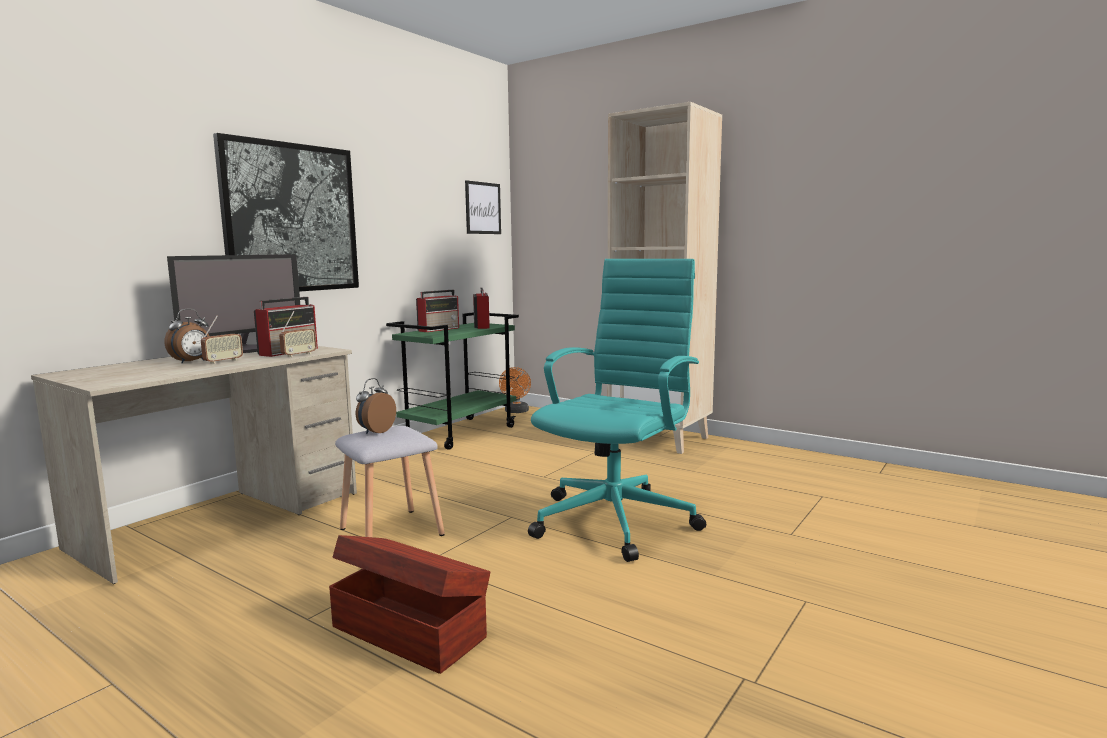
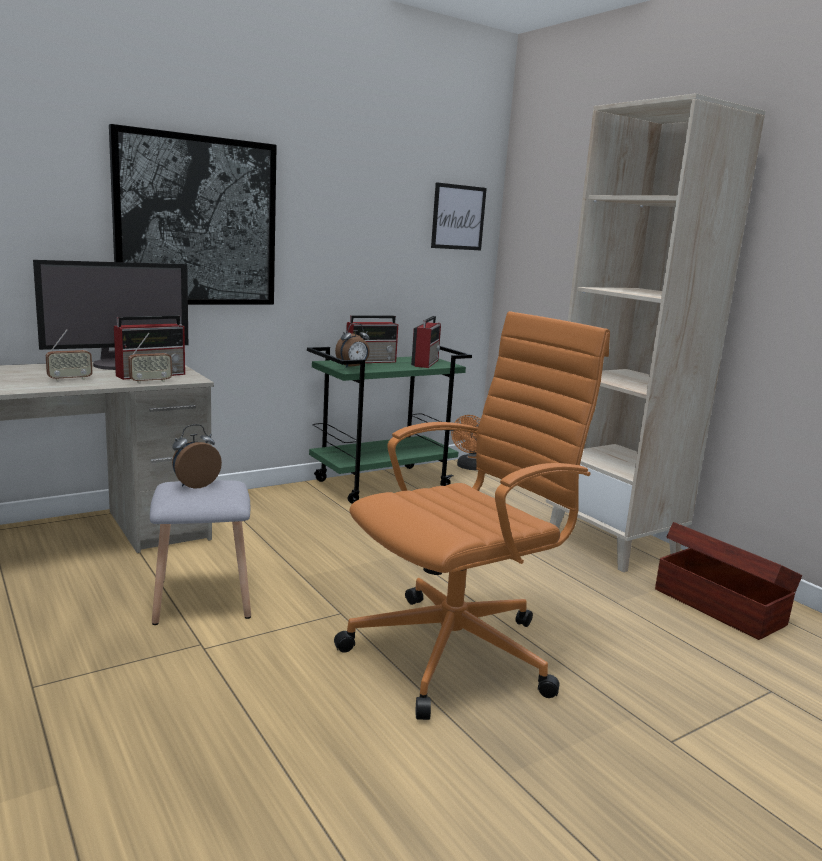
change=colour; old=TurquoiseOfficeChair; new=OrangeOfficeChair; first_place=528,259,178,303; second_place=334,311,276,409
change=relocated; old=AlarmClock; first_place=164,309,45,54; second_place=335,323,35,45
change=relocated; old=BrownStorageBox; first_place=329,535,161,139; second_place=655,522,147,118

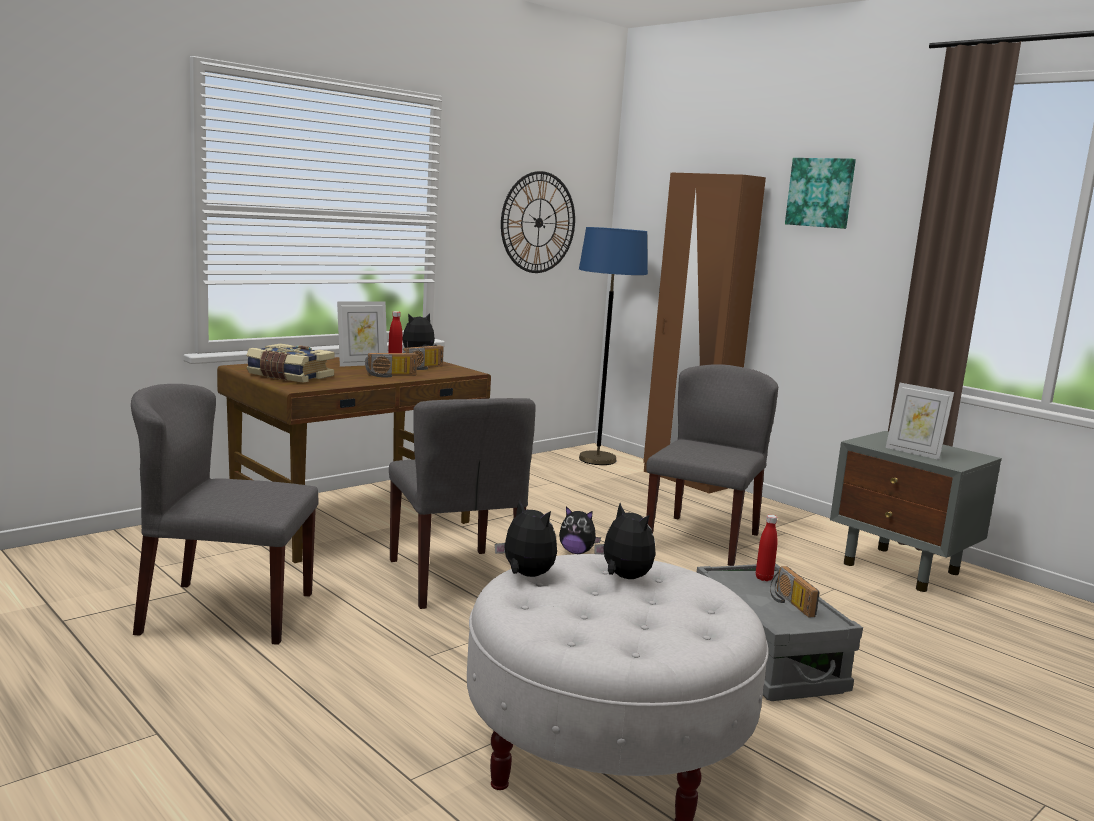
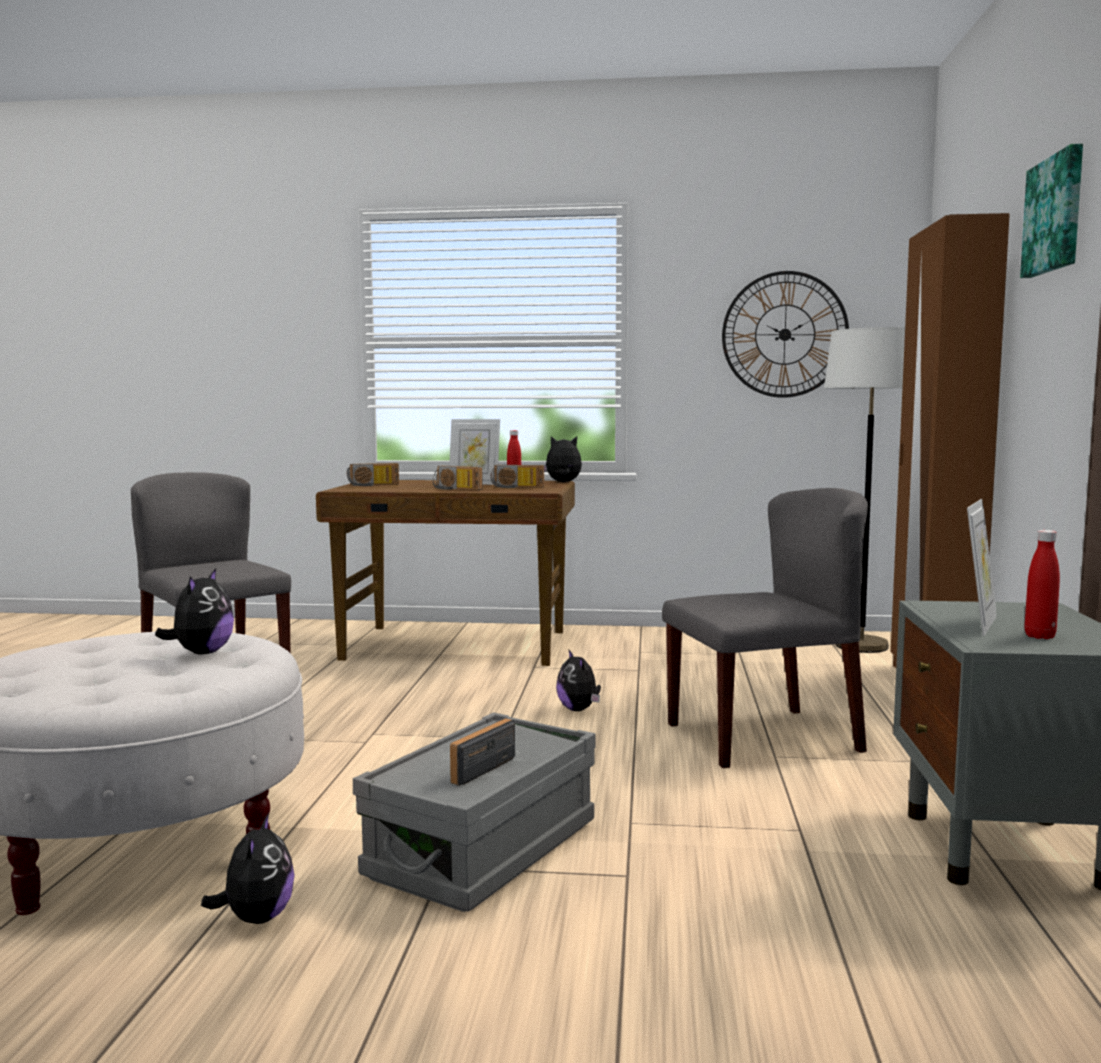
change=relocated; old=PlushToy; first_place=495,500,62,77; second_place=201,813,93,111
change=exchanged; old=Book; new=Radio; first_place=246,344,89,39; second_place=346,463,53,23
change=colour; old=BlueFloorLamp; new=WhiteFloorLamp; first_place=579,227,69,238; second_place=824,327,81,326
change=spun; old=PictureFrame; first_place=886,383,68,77; second_place=967,499,30,137; degrees=-150
change=relocated; old=RedBottle; first_place=756,515,21,66; second_place=1025,530,35,109
change=missing; old=GreyChair; first_place=389,398,147,211

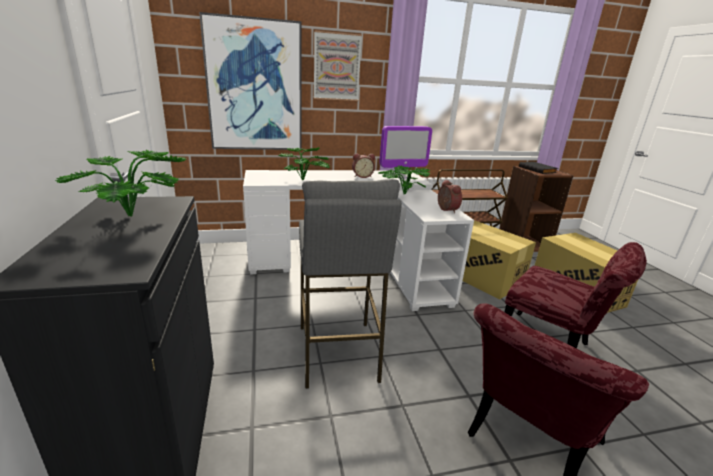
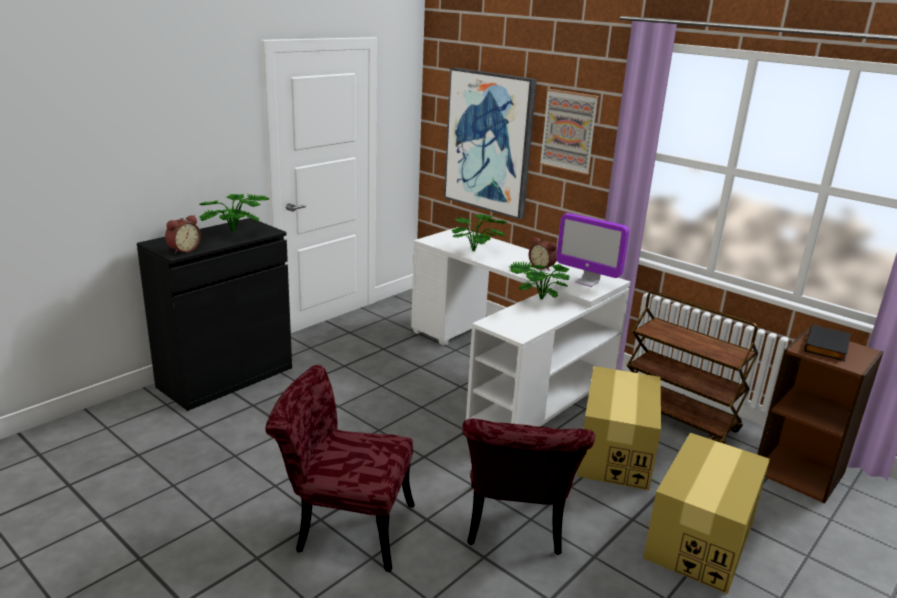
change=relocated; old=AlarmClock; first_place=438,180,24,33; second_place=165,215,36,39
change=missing; old=GreyStool; first_place=299,179,103,210

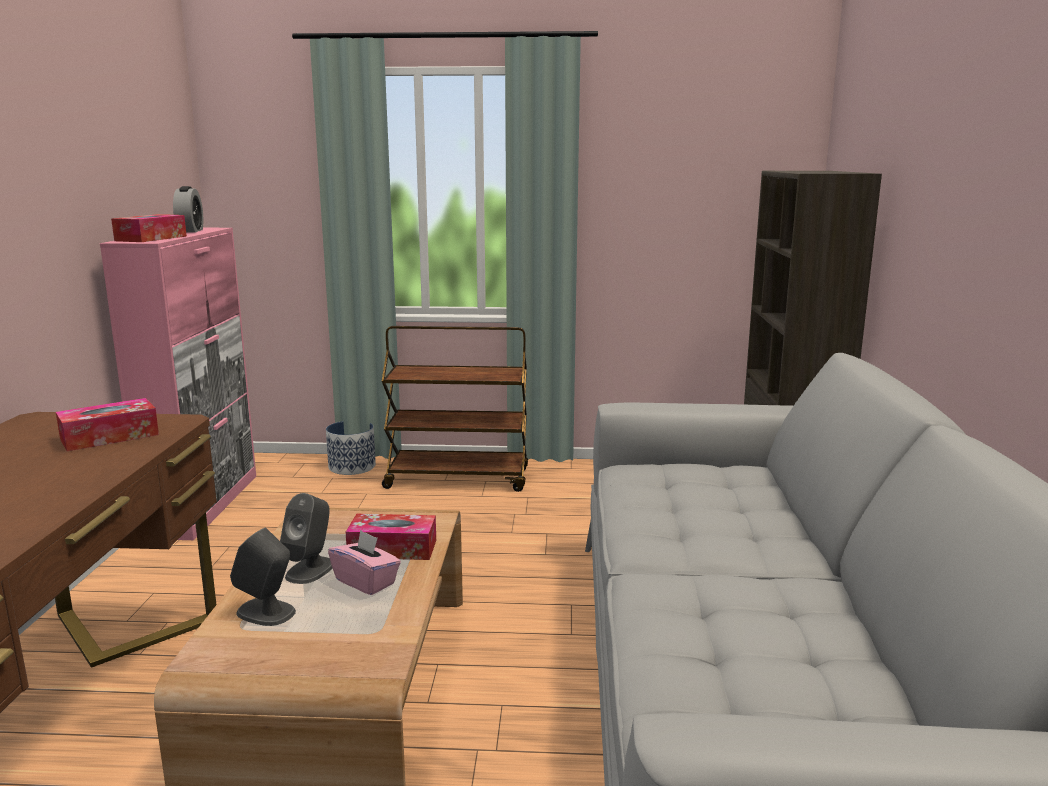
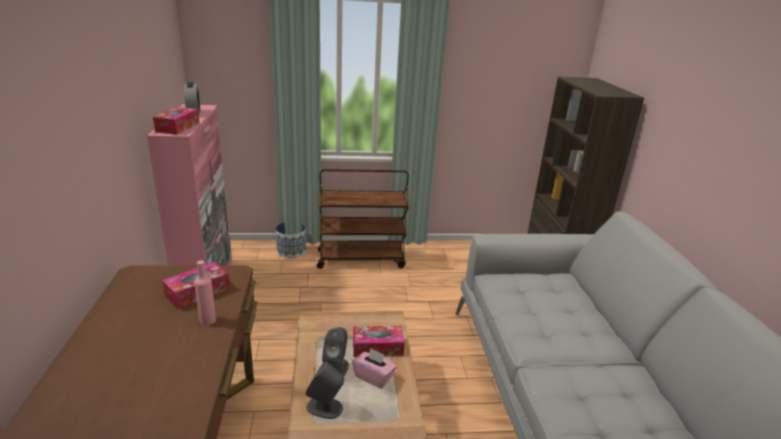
change=appeared; new=PinkBottle; second_place=194,260,22,65

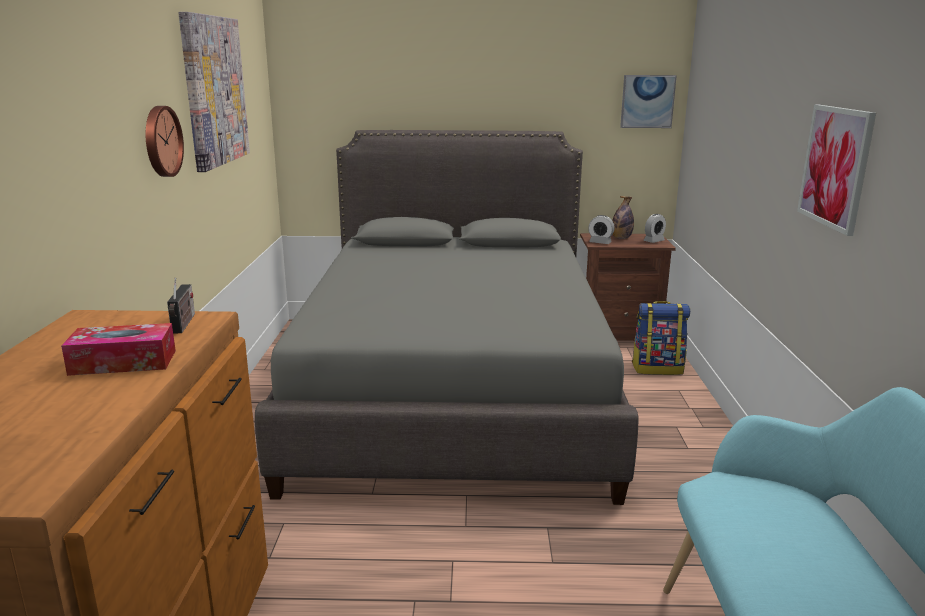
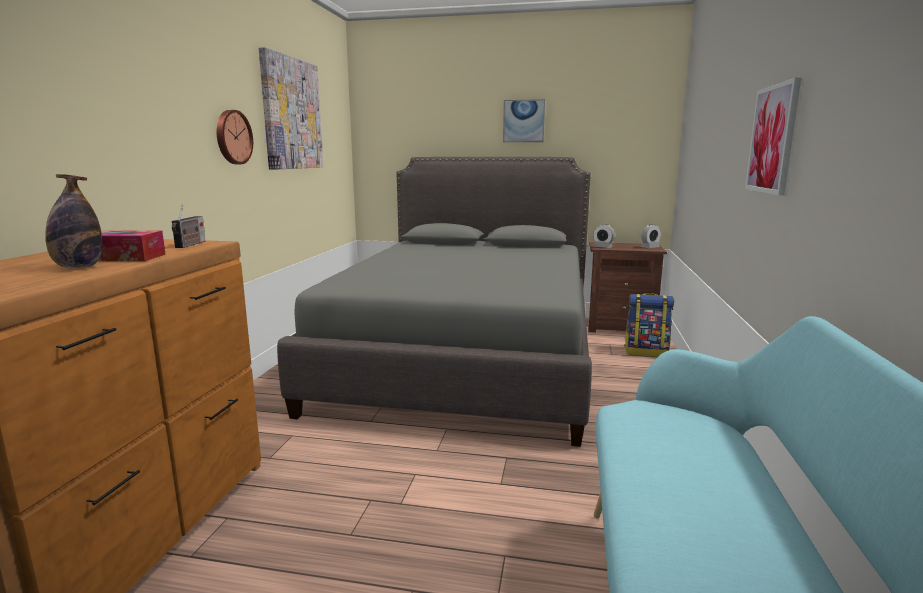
change=relocated; old=Bottle; first_place=612,196,22,43; second_place=45,174,57,94
change=relocated; old=Picture; first_place=620,75,57,53; second_place=503,99,42,43

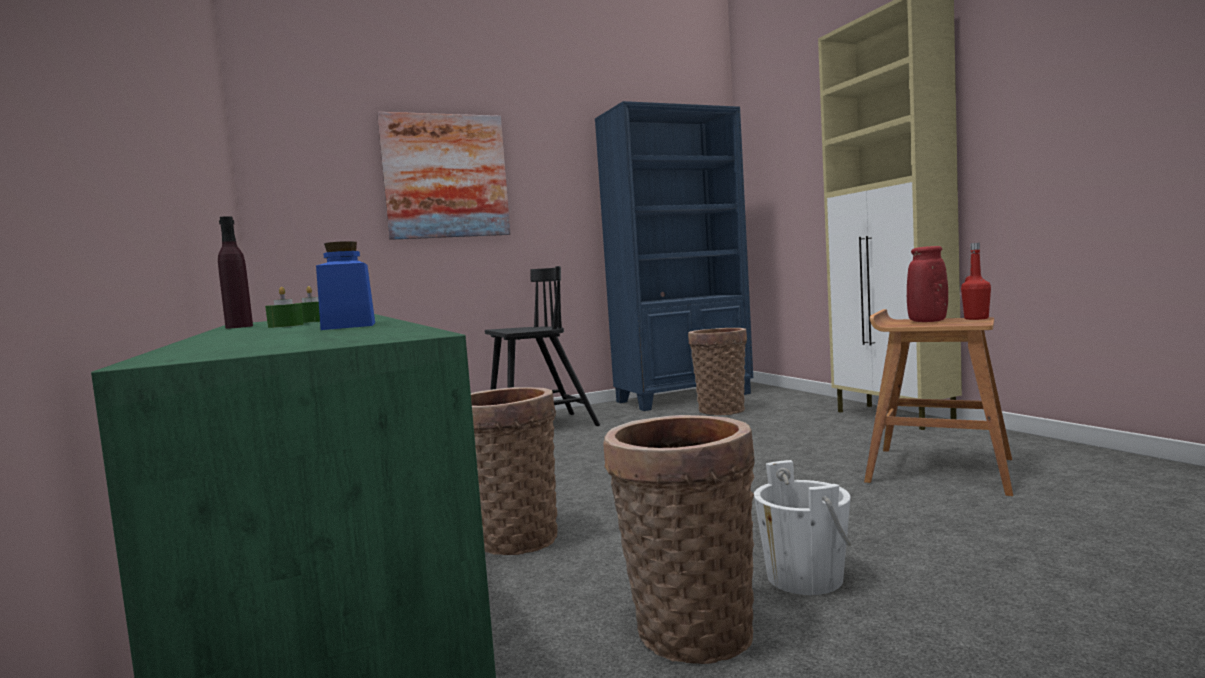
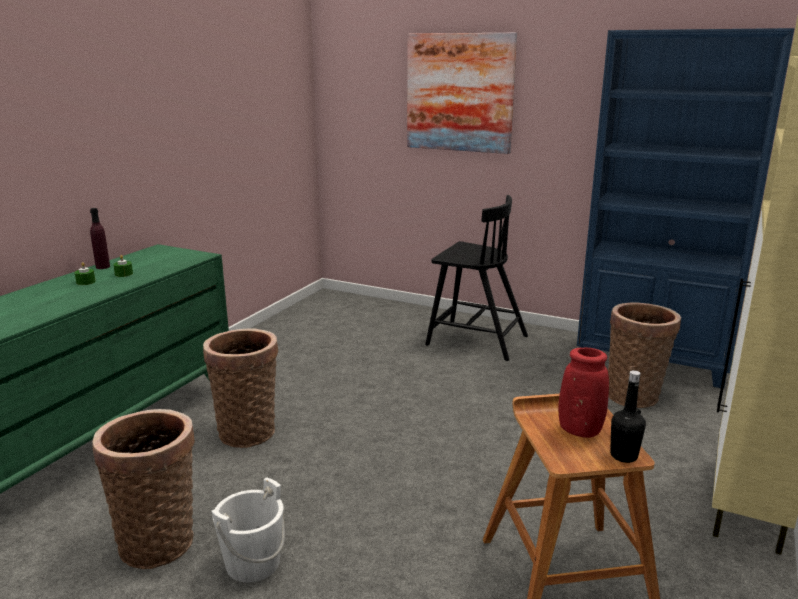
change=colour; old=RedBottle; new=BlackBottle; first_place=961,243,30,77; second_place=610,370,36,93
change=missing; old=BlueJar; first_place=316,241,59,89

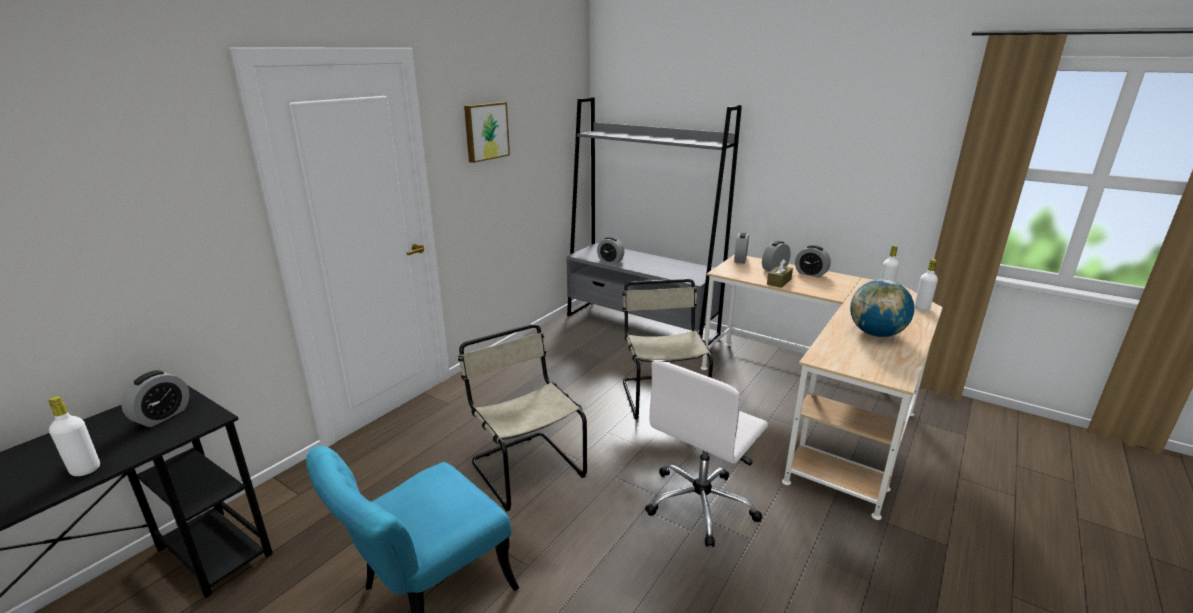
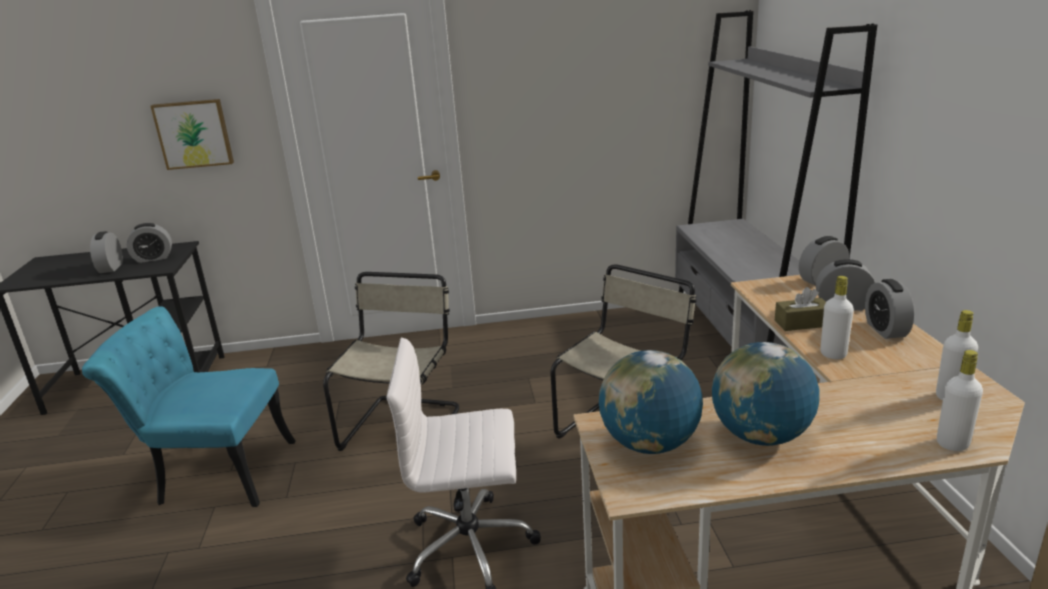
change=relocated; old=AlarmClock; first_place=597,237,27,27; second_place=90,231,33,42
change=relocated; old=Picture; first_place=464,102,46,61; second_place=151,99,83,71
change=appeared; new=Globe; second_place=599,350,104,104
change=relocated; old=WhiteBottle; first_place=48,396,52,80; second_place=820,276,34,83

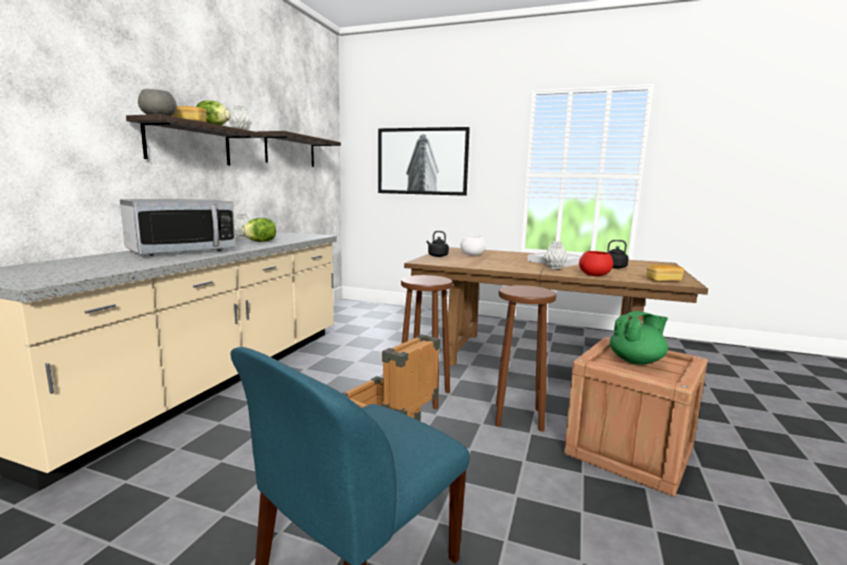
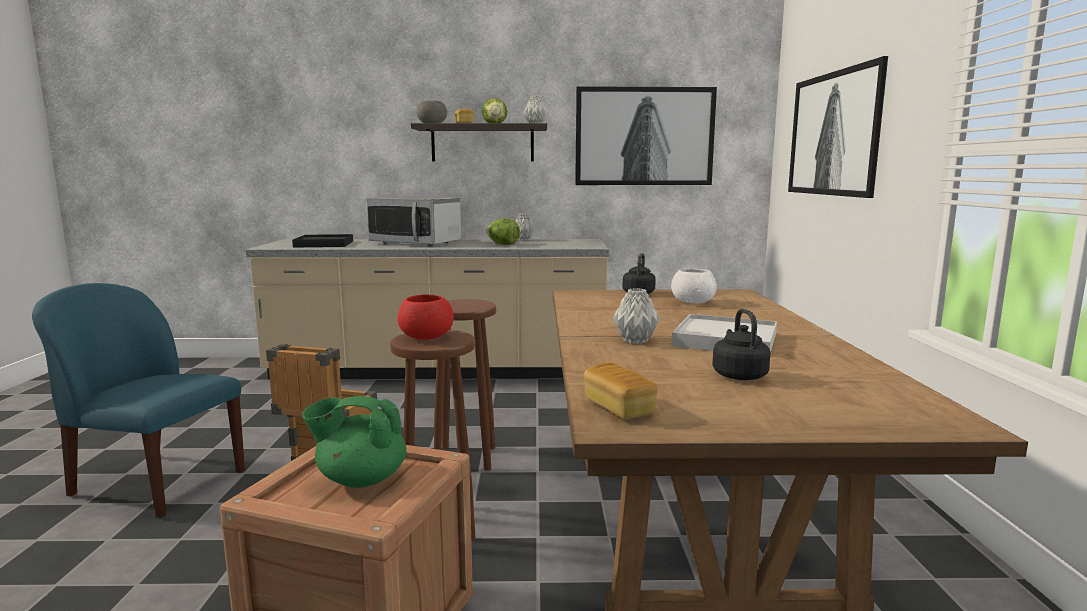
change=appeared; new=BlackTray; second_place=292,234,61,14
change=spun; old=GreenTeapot; first_place=610,311,58,54; second_place=302,396,105,92; degrees=135
change=relocated; old=RedBowl; first_place=579,251,34,25; second_place=397,295,57,45
change=exchanged; old=Shelf; new=Picture; first_place=257,131,84,36; second_place=575,86,142,99

